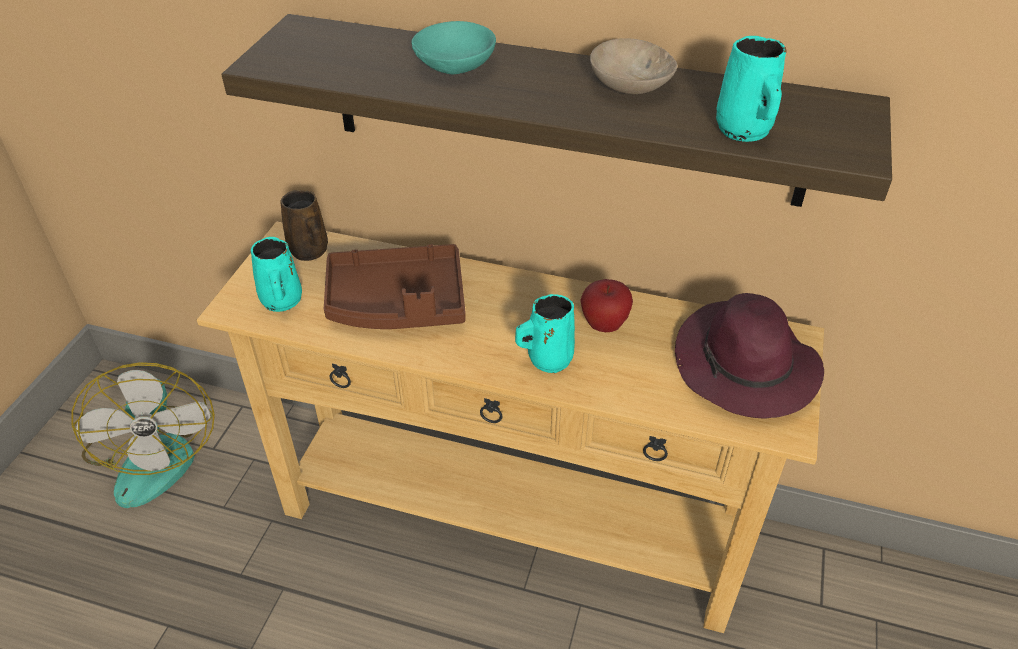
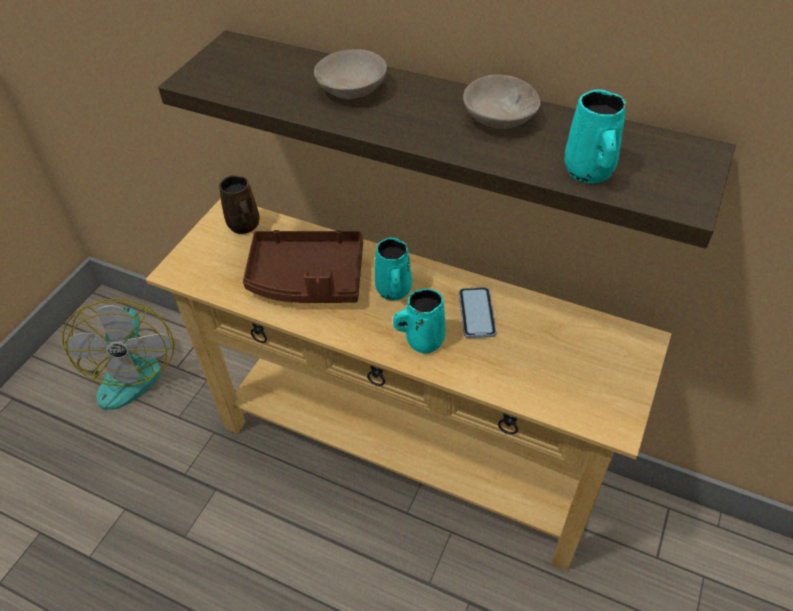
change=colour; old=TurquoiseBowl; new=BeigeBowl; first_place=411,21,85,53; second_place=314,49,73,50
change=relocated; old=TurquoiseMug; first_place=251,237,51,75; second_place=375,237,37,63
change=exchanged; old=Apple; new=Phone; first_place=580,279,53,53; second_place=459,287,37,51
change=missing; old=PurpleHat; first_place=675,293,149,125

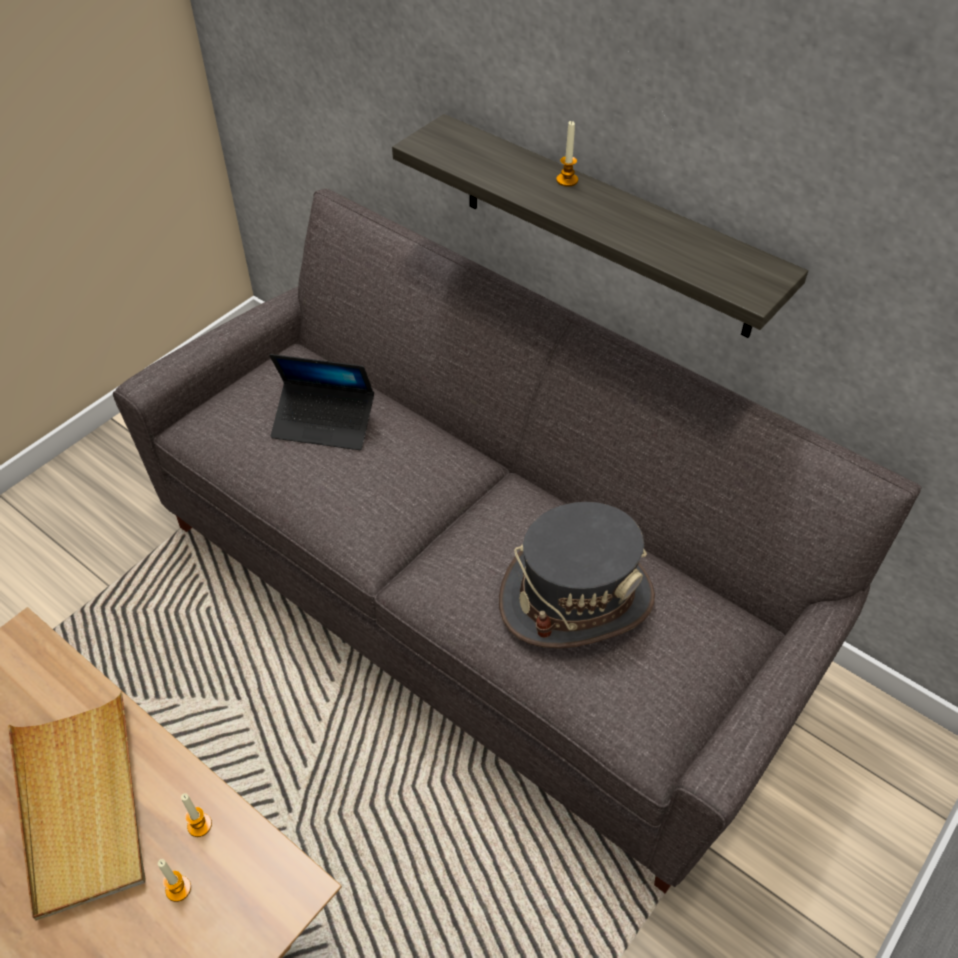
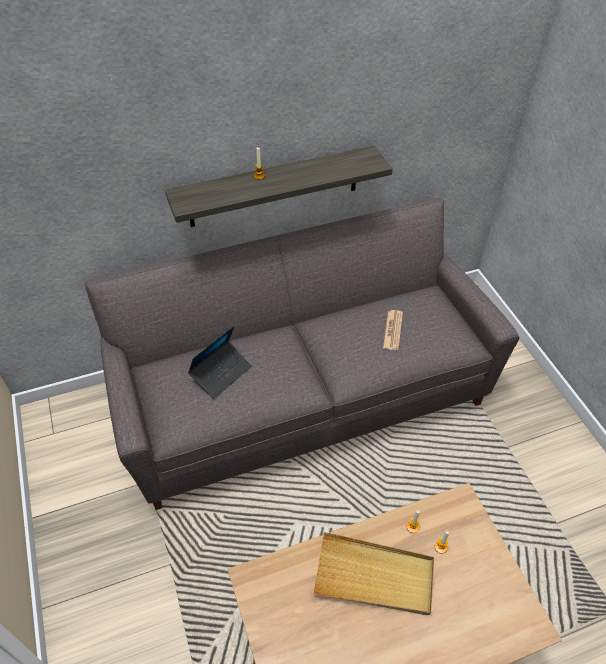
change=exchanged; old=GreyHat; new=Newspaper; first_place=499,502,156,146; second_place=383,310,20,40

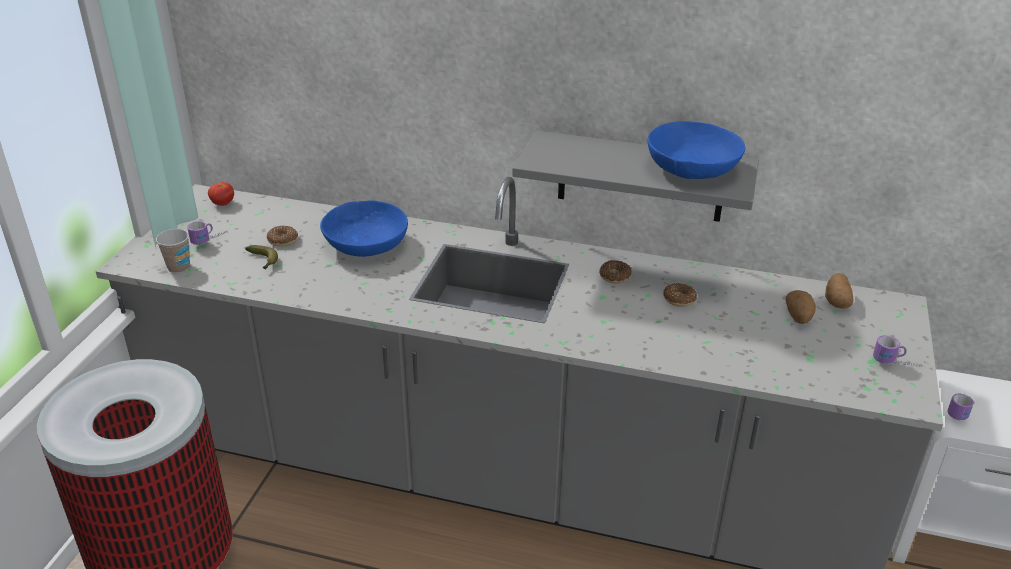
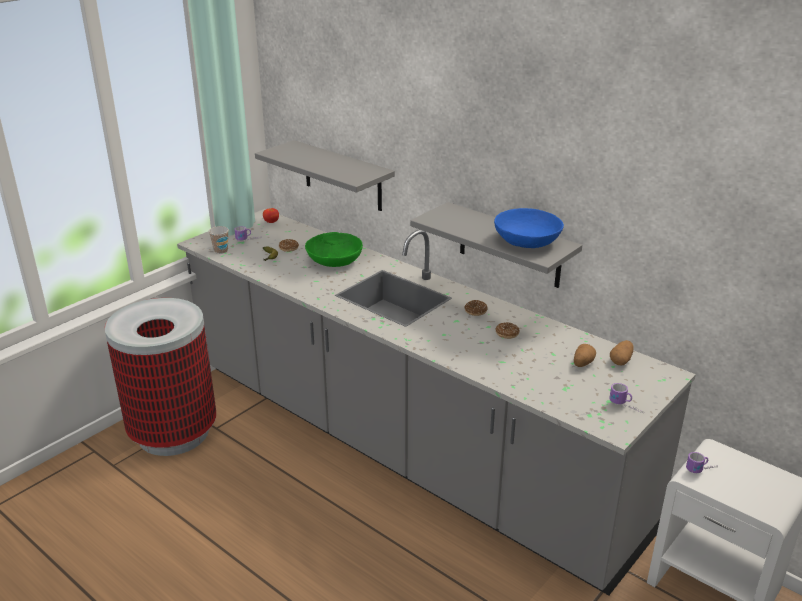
change=appeared; new=GreyShelf; second_place=255,140,140,71
change=colour; old=BlueBowl; new=GreenBowl; first_place=320,200,88,57; second_place=305,232,58,35

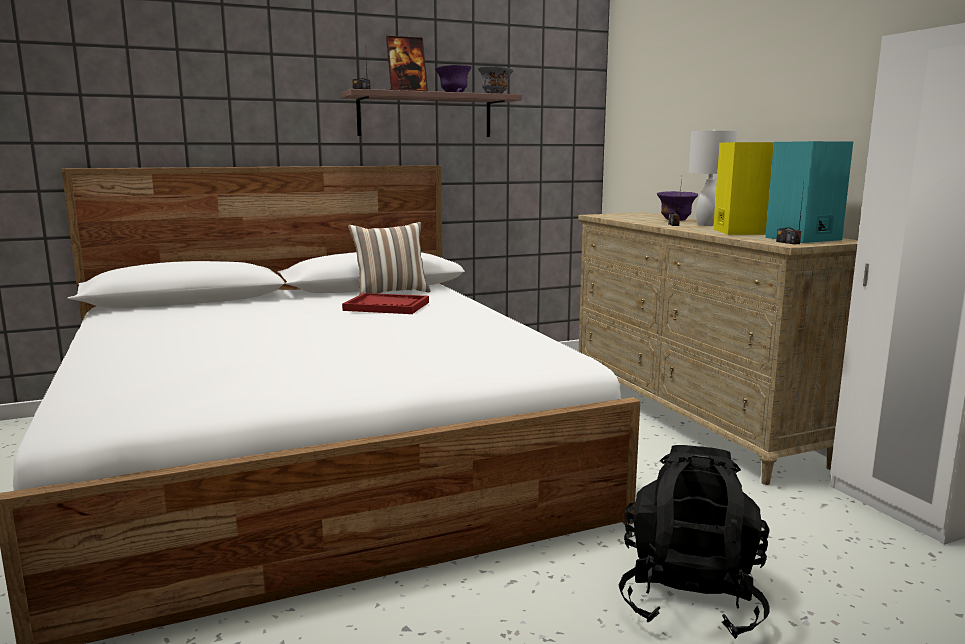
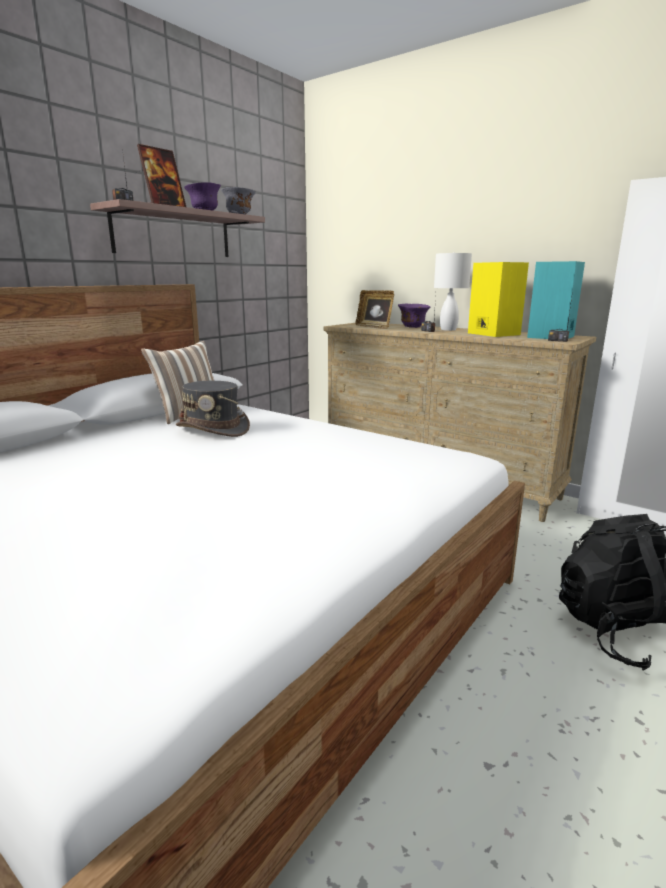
change=exchanged; old=RedTray; new=GreyHat; first_place=342,293,87,21; second_place=176,381,74,56
change=appeared; new=PictureFrame; second_place=355,290,39,39

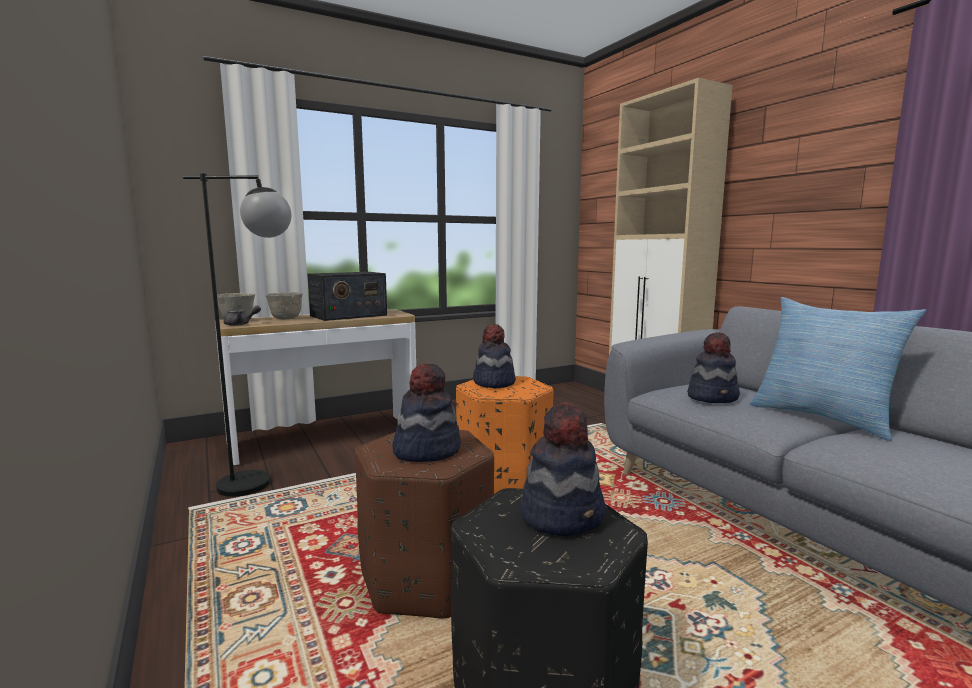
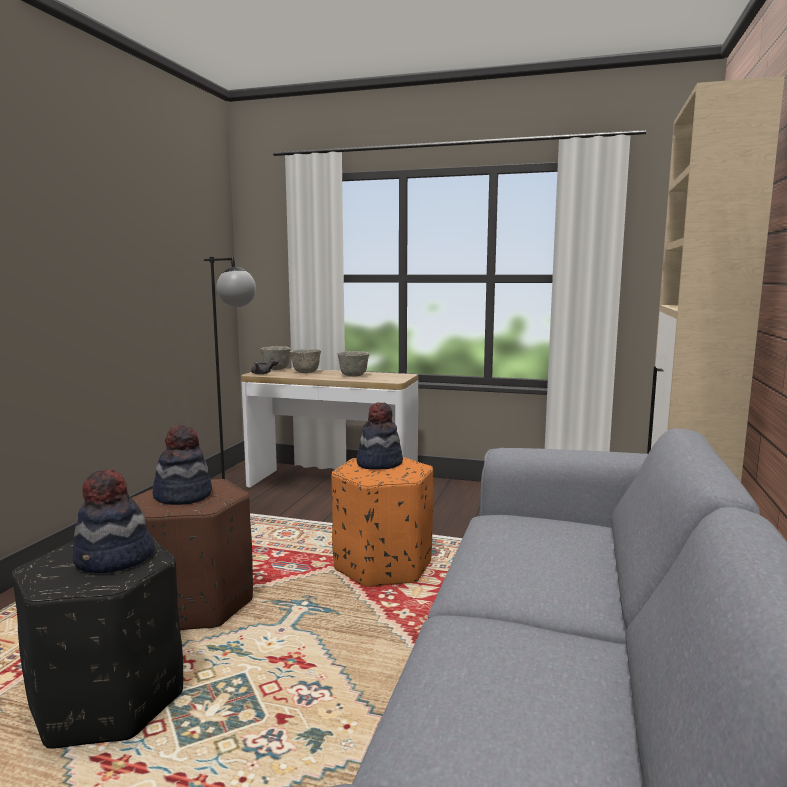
change=exchanged; old=Radio; new=GreyBowl; first_place=307,272,80,49; second_place=338,351,32,26
change=missing; old=Hat; first_place=687,332,53,71
change=missing; old=Pillow; first_place=750,297,176,144

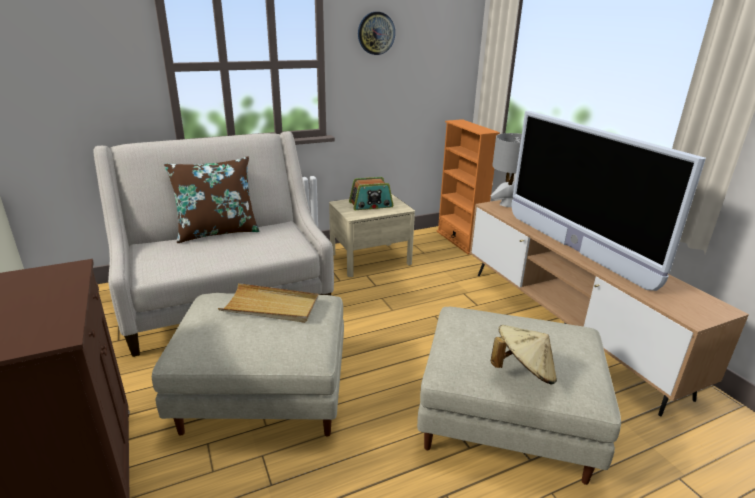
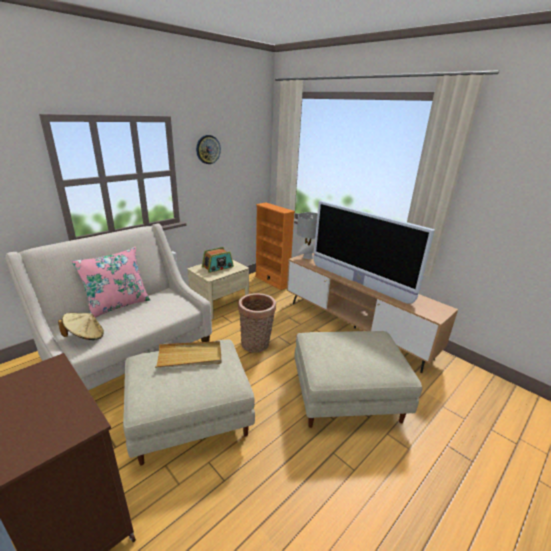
change=relocated; old=BeigeHat; first_place=491,325,66,59; second_place=58,313,46,27
change=colour; old=BrownPillow; new=PinkPillow; first_place=164,156,96,87; second_place=72,247,78,71
change=appeared; new=Basket; second_place=238,293,38,60

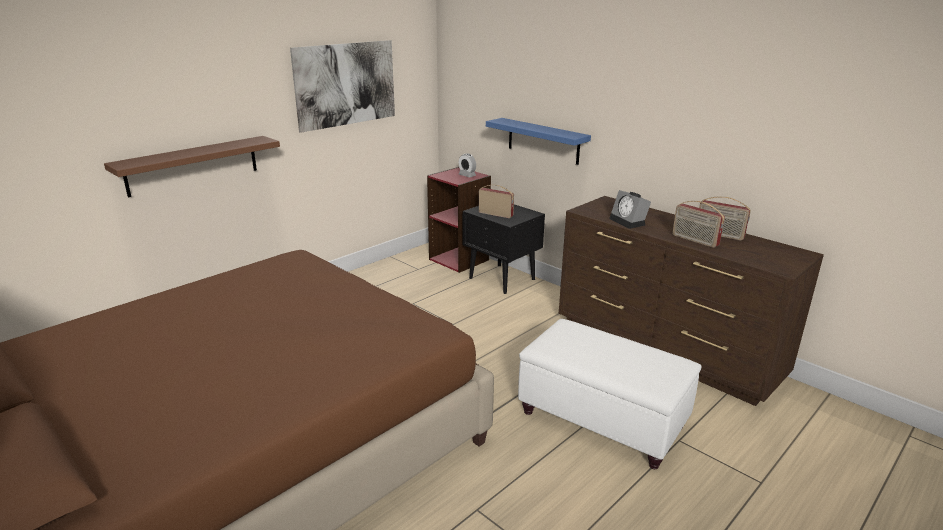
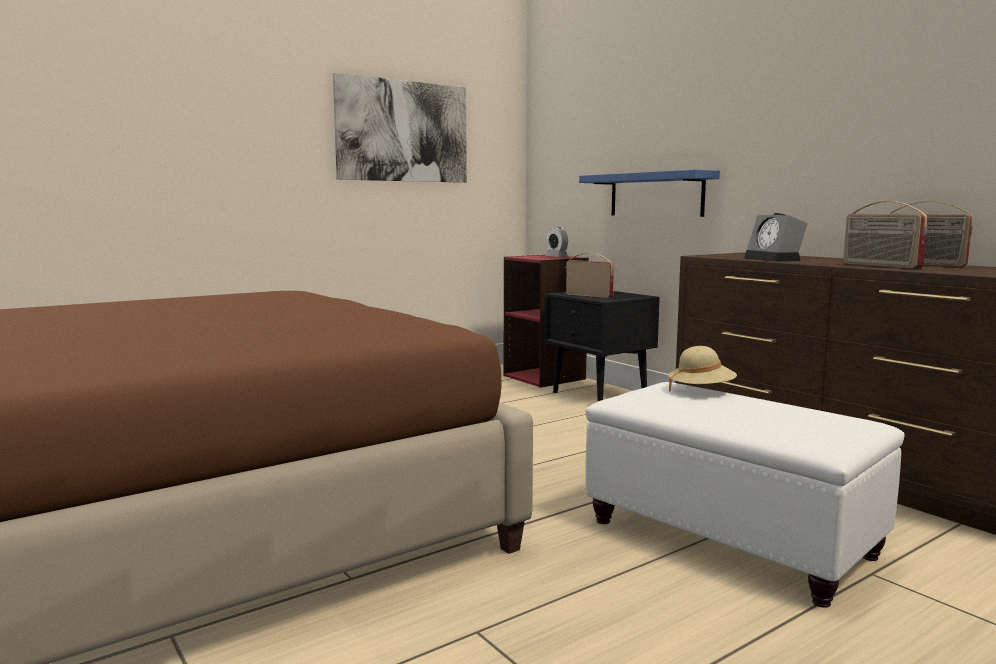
change=appeared; new=BeigeHat; second_place=668,346,69,46
change=missing; old=BrownShelf; first_place=104,136,176,61

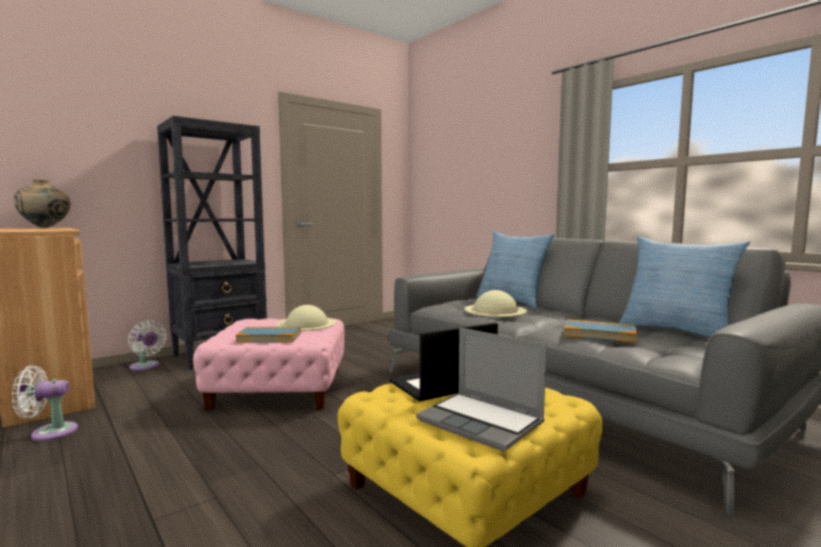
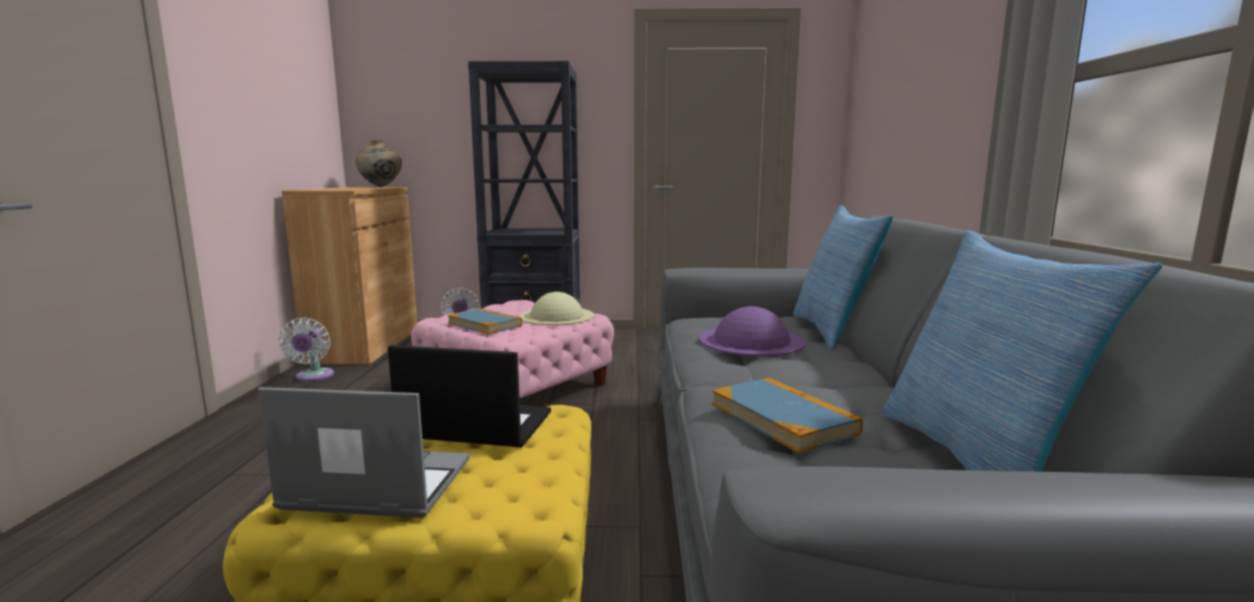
change=spun; old=Laptop; first_place=416,328,131,123; second_place=258,387,212,131; degrees=105
change=spun; old=WhiteFan; first_place=12,366,66,75; second_place=279,317,55,65; degrees=-120
change=colour; old=BeigeHat; new=PurpleHat; first_place=465,290,63,27; second_place=699,306,107,50

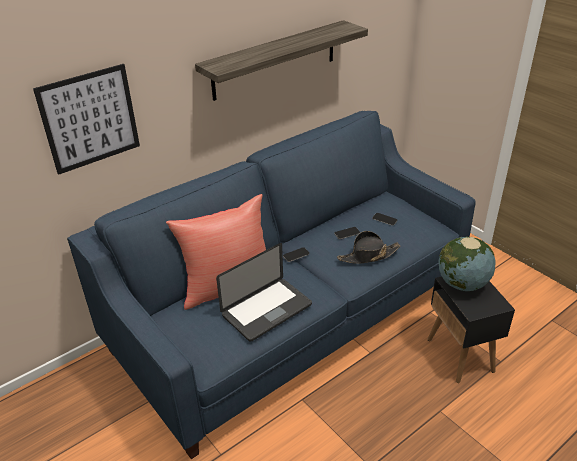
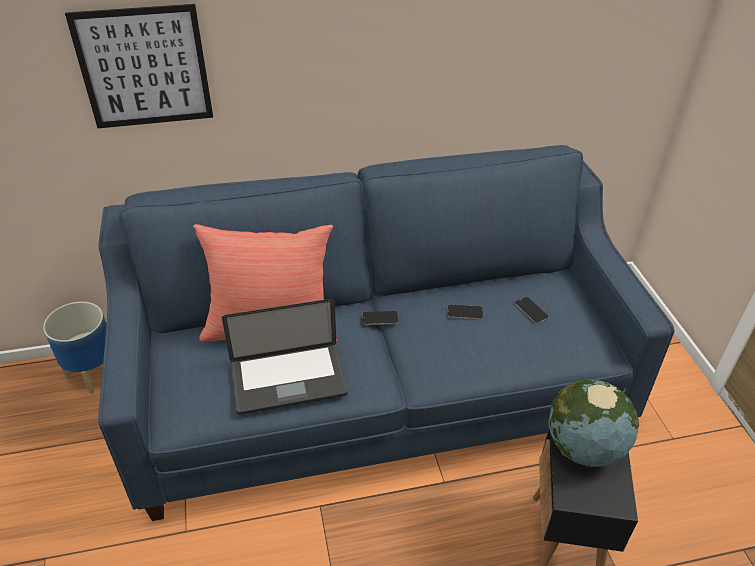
change=appeared; new=Planter; second_place=43,301,63,93
change=missing; old=Shelf; first_place=195,20,173,81
change=missing; old=BlackHat; first_place=337,231,64,33

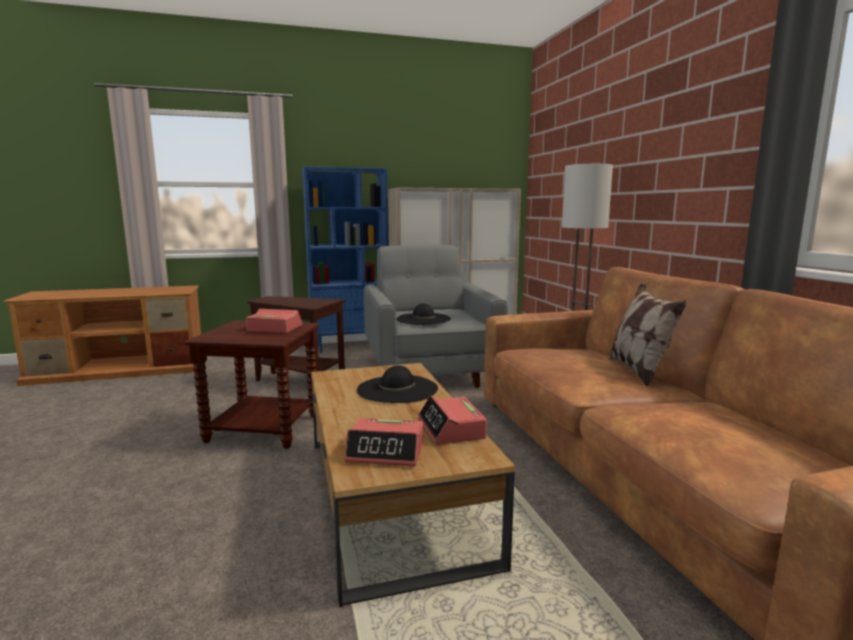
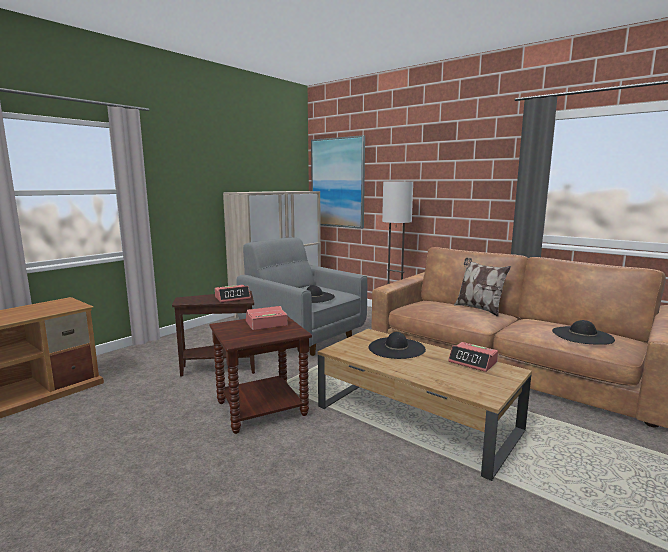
change=relocated; old=AlarmClock; first_place=344,418,79,48; second_place=215,285,36,17
change=appeared; new=Picture; second_place=311,135,54,94
change=appeared; new=BlackHat; second_place=552,320,63,25
change=missing; old=BlueBookcase; first_place=302,166,86,187

